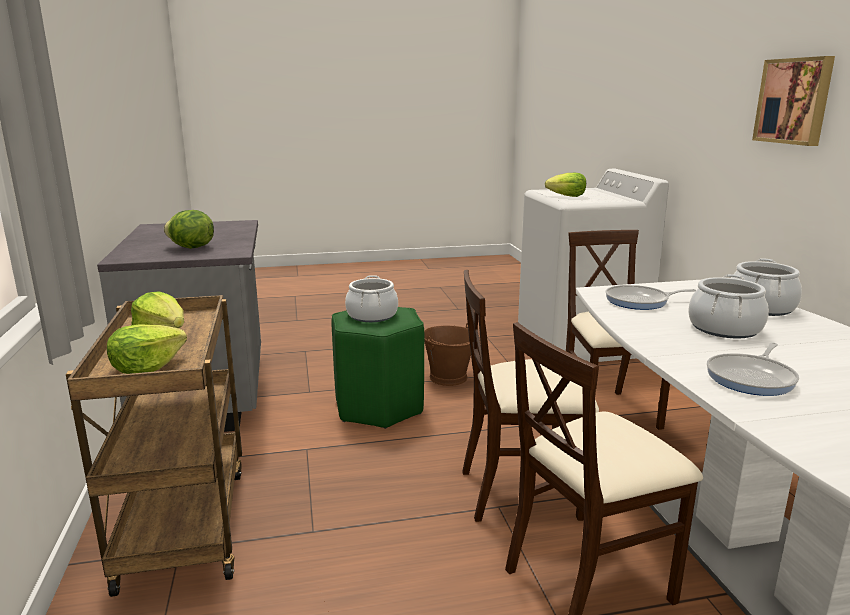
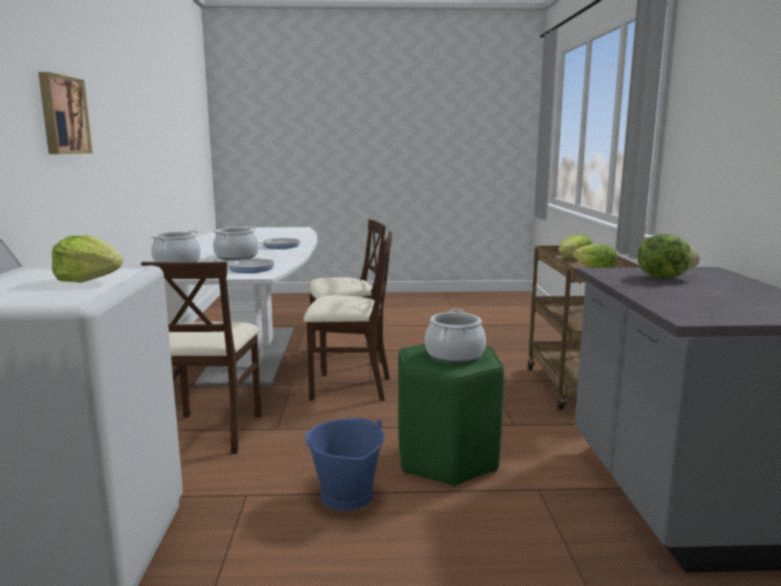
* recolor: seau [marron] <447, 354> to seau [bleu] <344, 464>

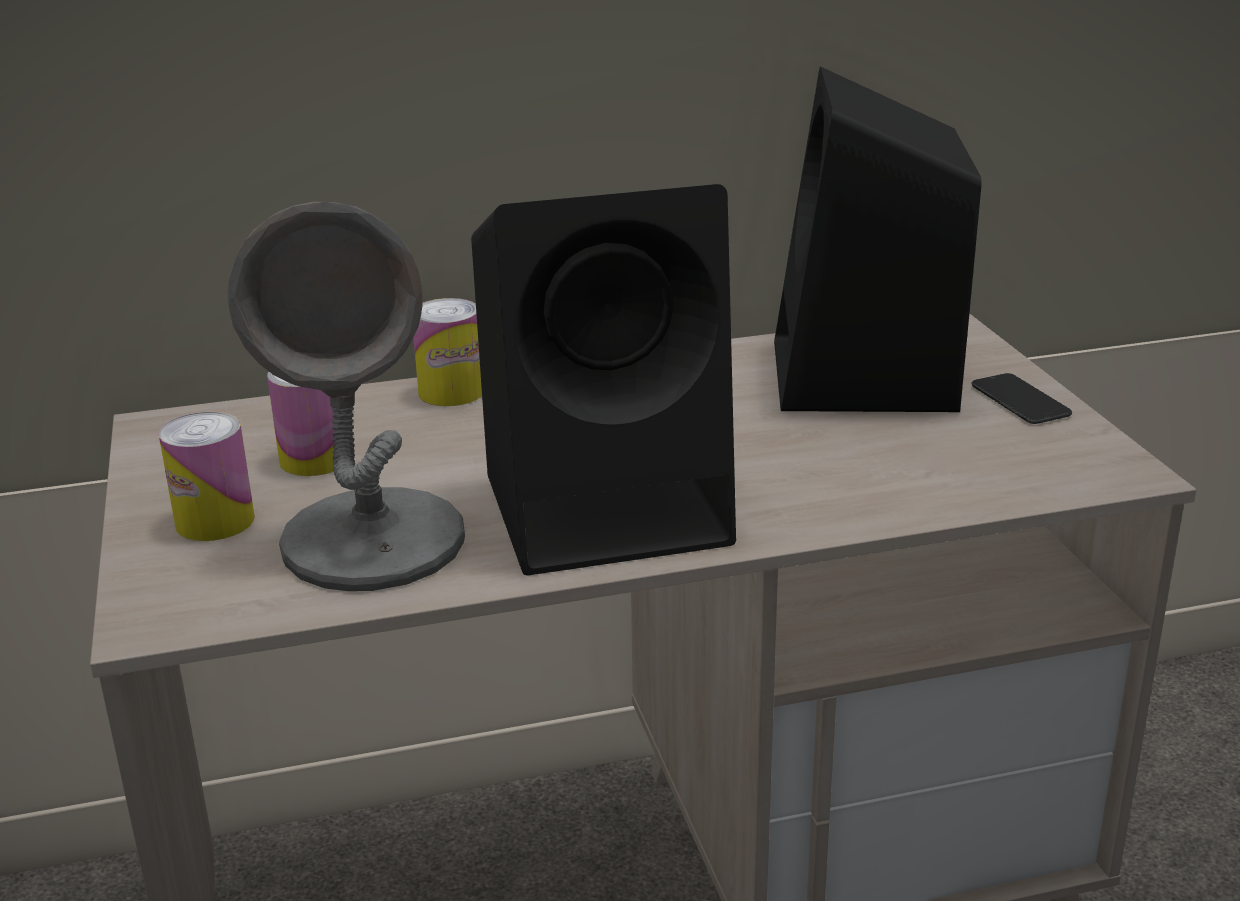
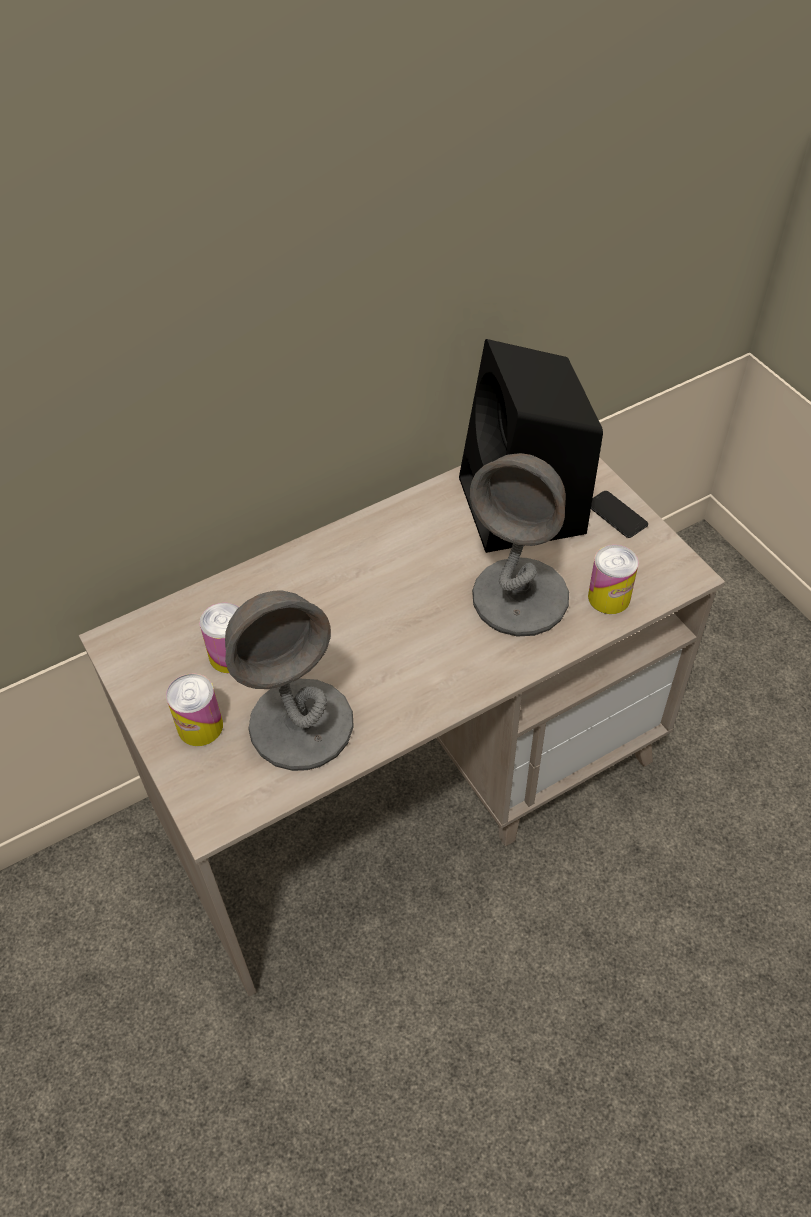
* insert: lampe de table [gris] <519, 545>
* move: boîte métallique <447, 352> to <613, 579>
* delete: enceinte [noir] <603, 380>

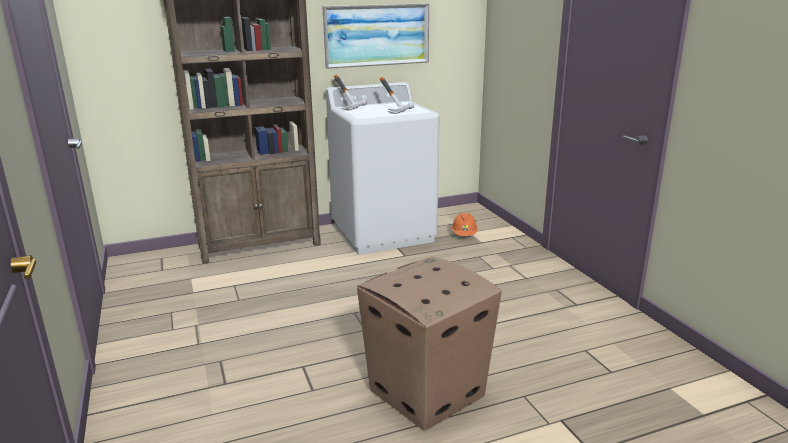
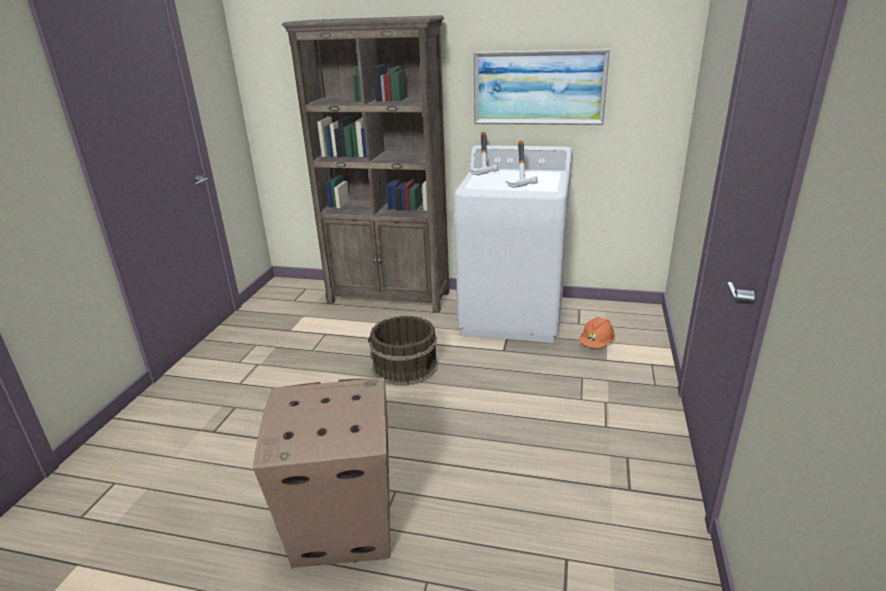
* insert: seau [marron] <403, 350>

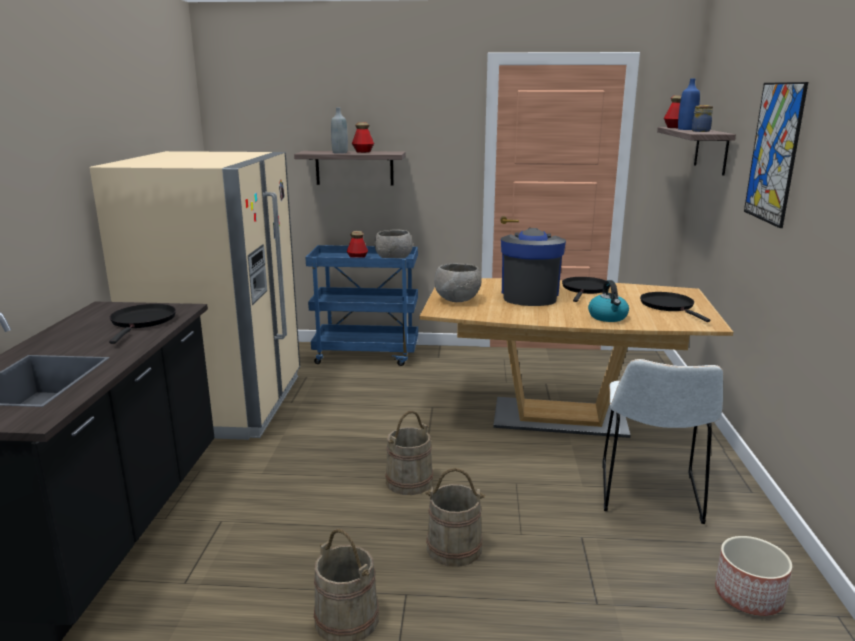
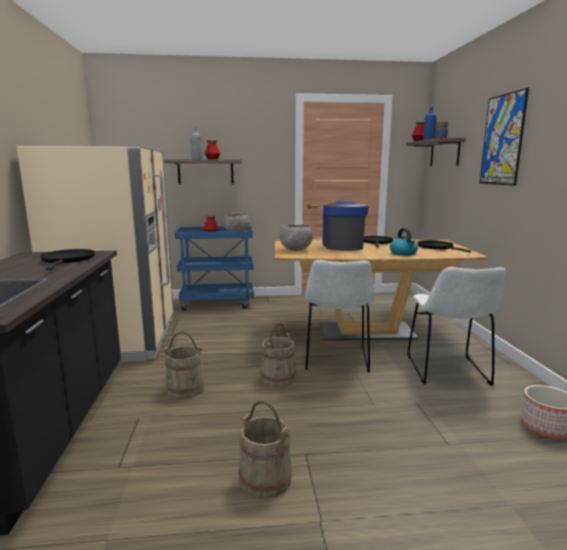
* move: seau [beige] <455, 517> to <183, 365>
* insert: chaise [blanc] <339, 316>

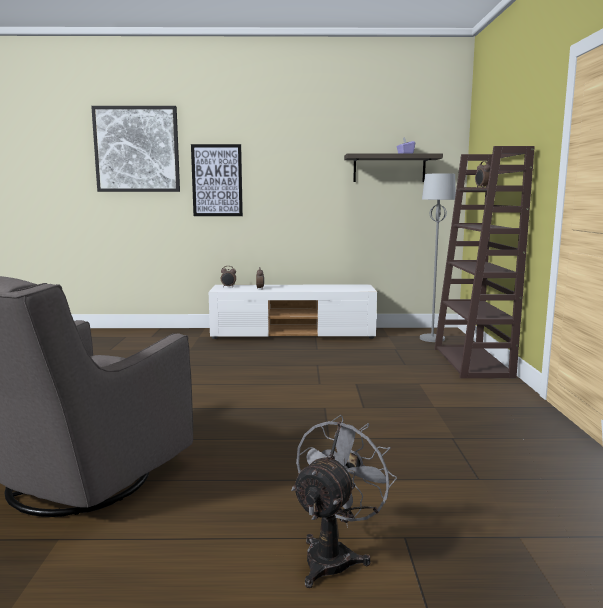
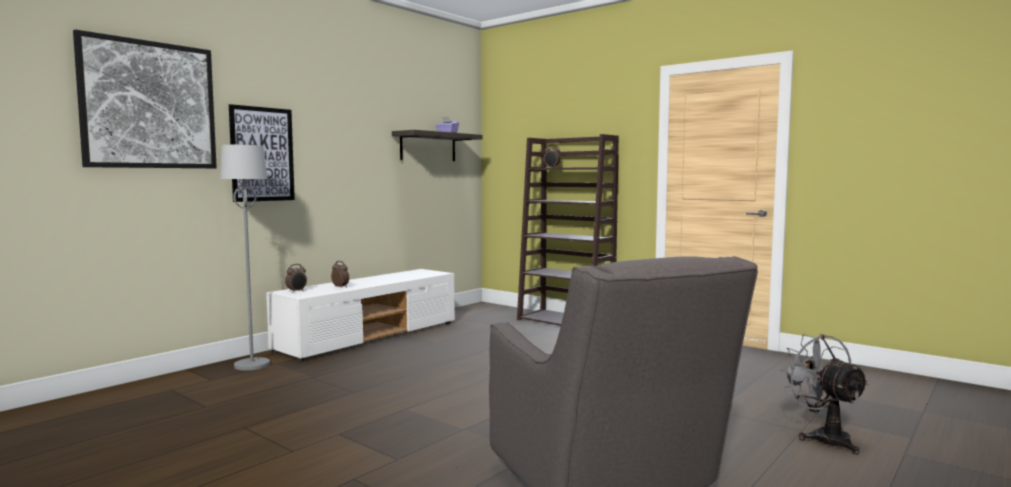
* move: lampadaire [gris] <438, 257> to <245, 258>

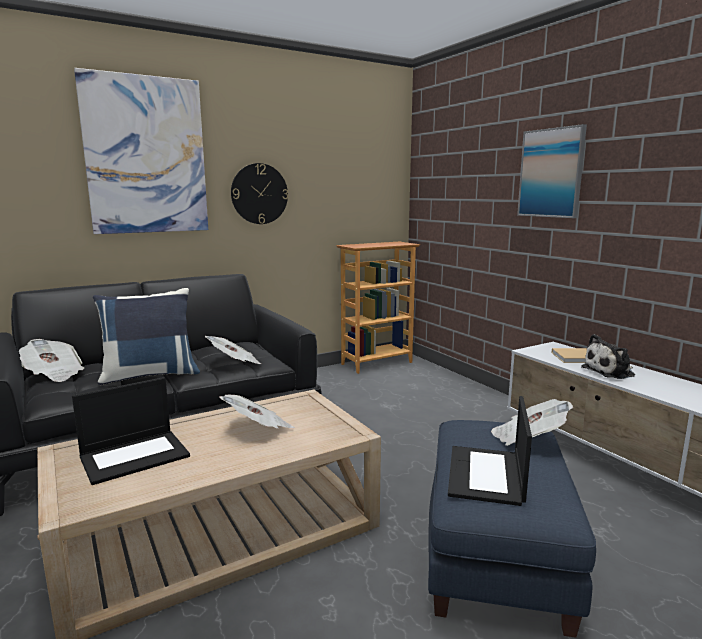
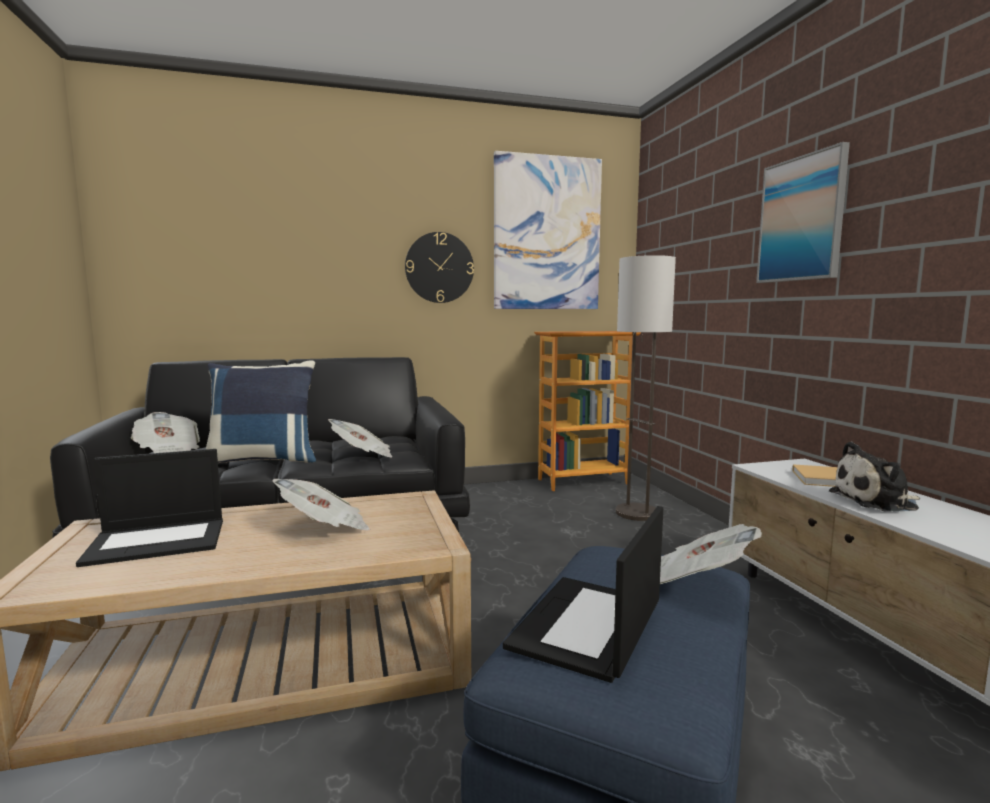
* move: tableau <141, 151> to <548, 230>
* insert: lampadaire <646, 388>

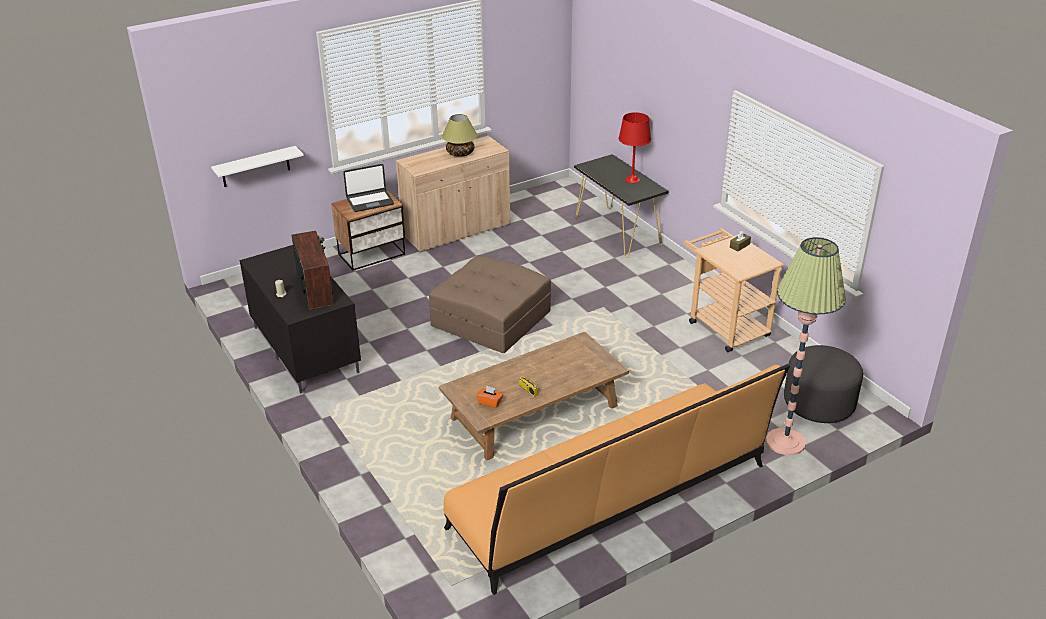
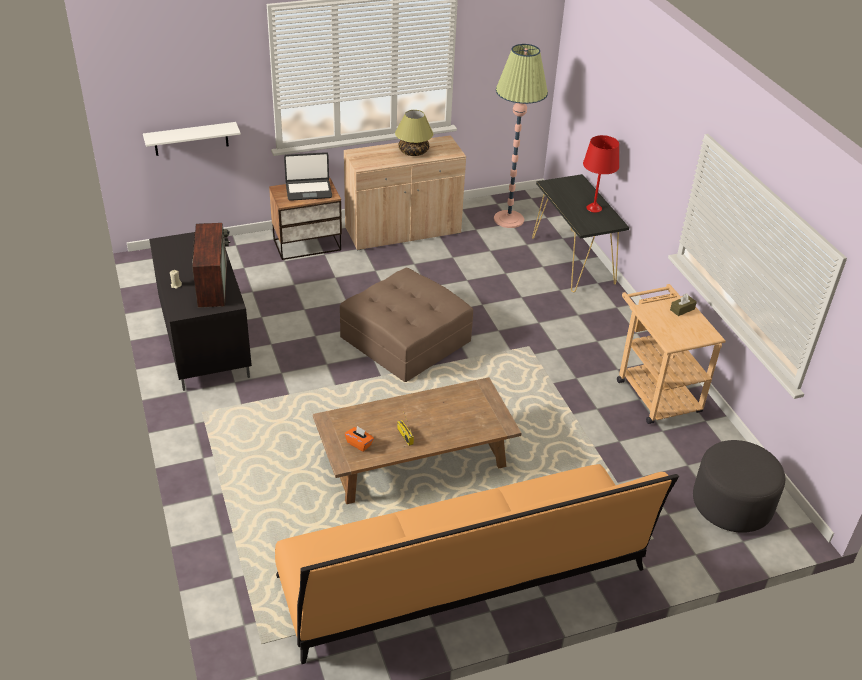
* move: lampadaire <806, 346> to <521, 136>

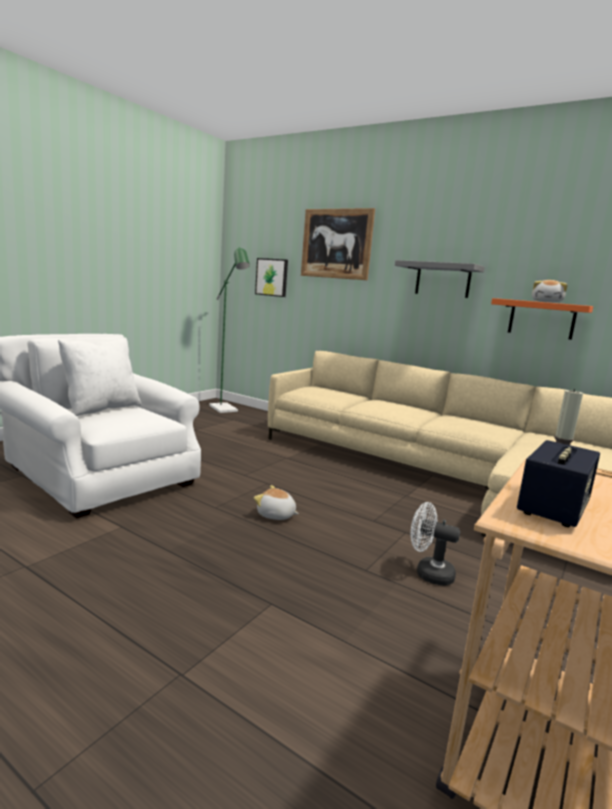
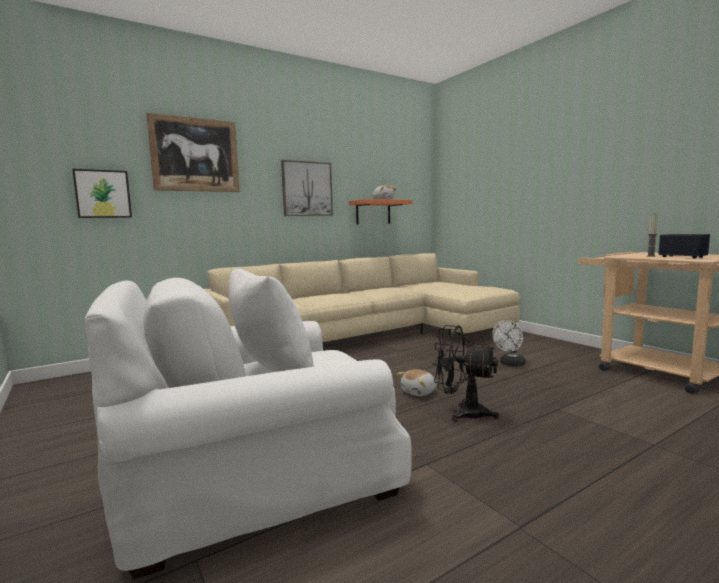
* replace: étagère [gris] <440, 279> to tableau <307, 188>
* insert: ventilateur [noir] <466, 373>
* delete: lampadaire [vert] <229, 330>

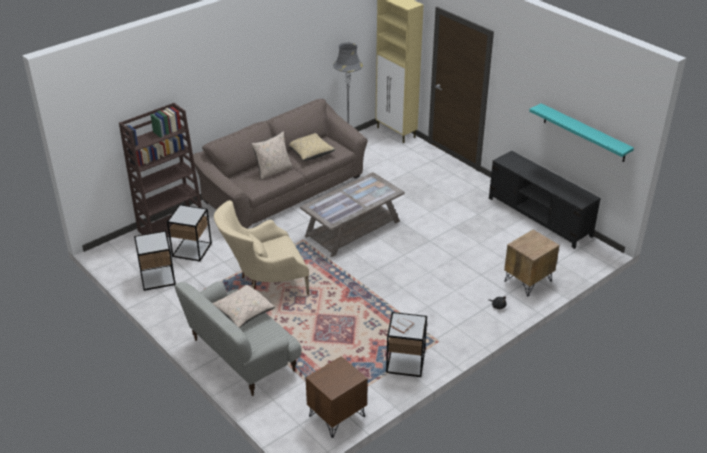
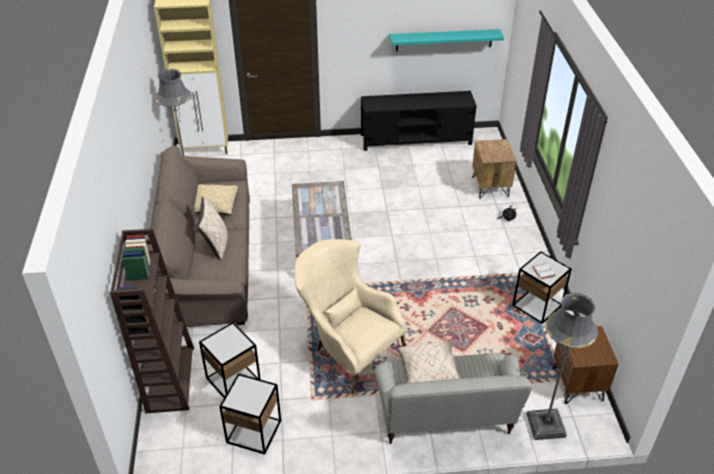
* rotate: fauteuil [beige] <261, 247> = <350, 316> 120 degrees clockwise
* insert: lampadaire [gris] <562, 366>

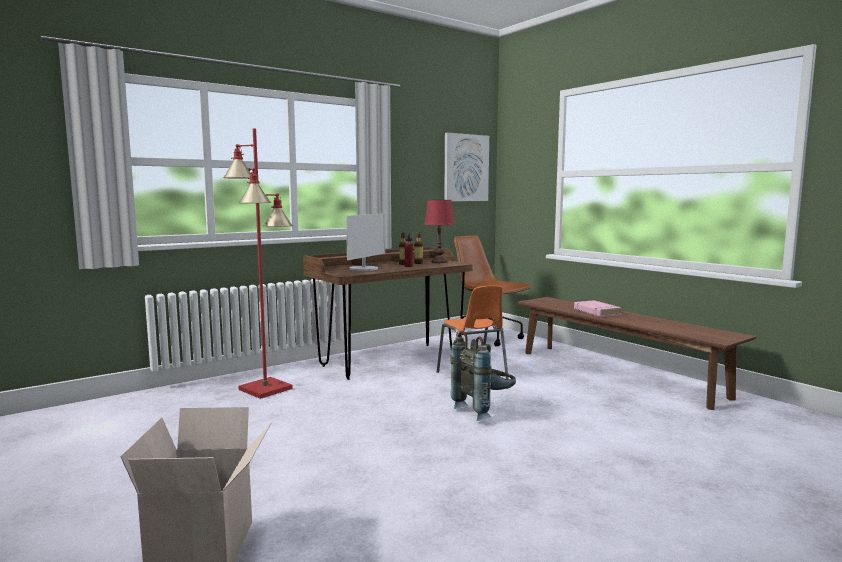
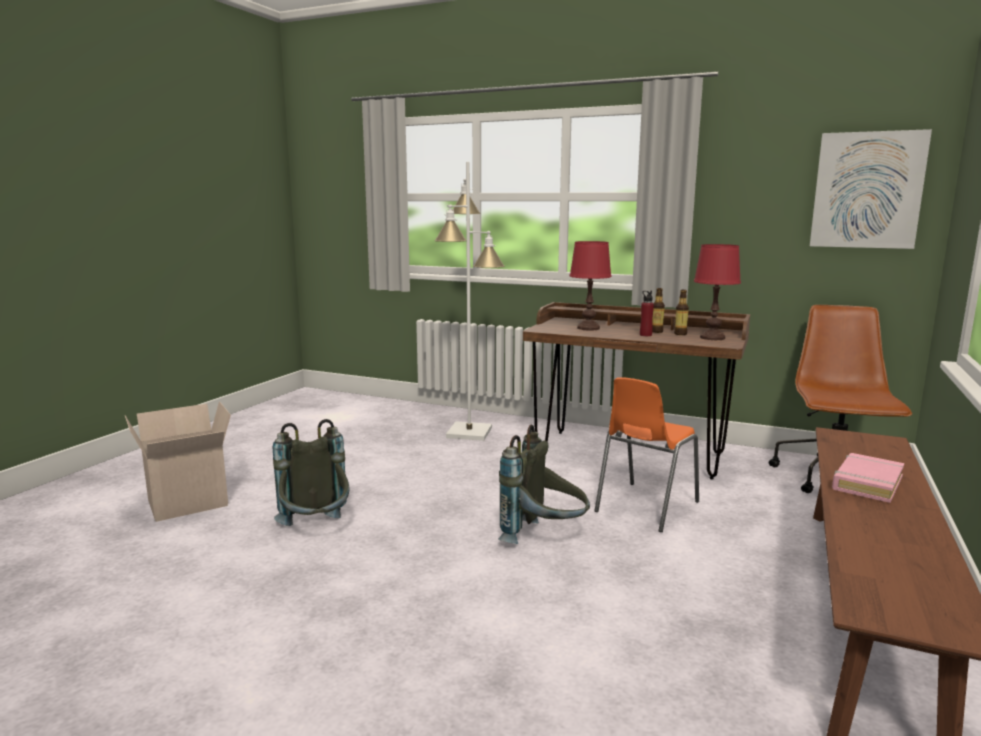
* insert: sac à dos [gris] <311, 472>
* recolor: lampadaire [rouge] <258, 263> to lampadaire [blanc] <469, 301>
* replace: écran d'ordinateur <365, 242> to lampe de table [rouge] <591, 286>

